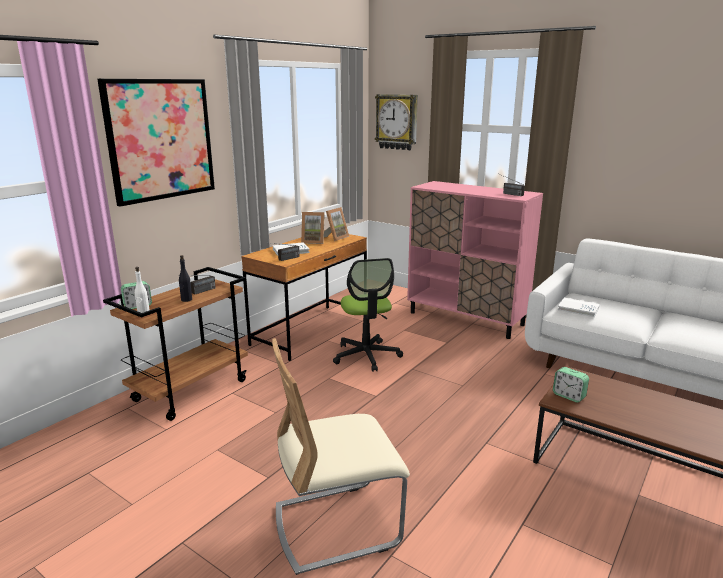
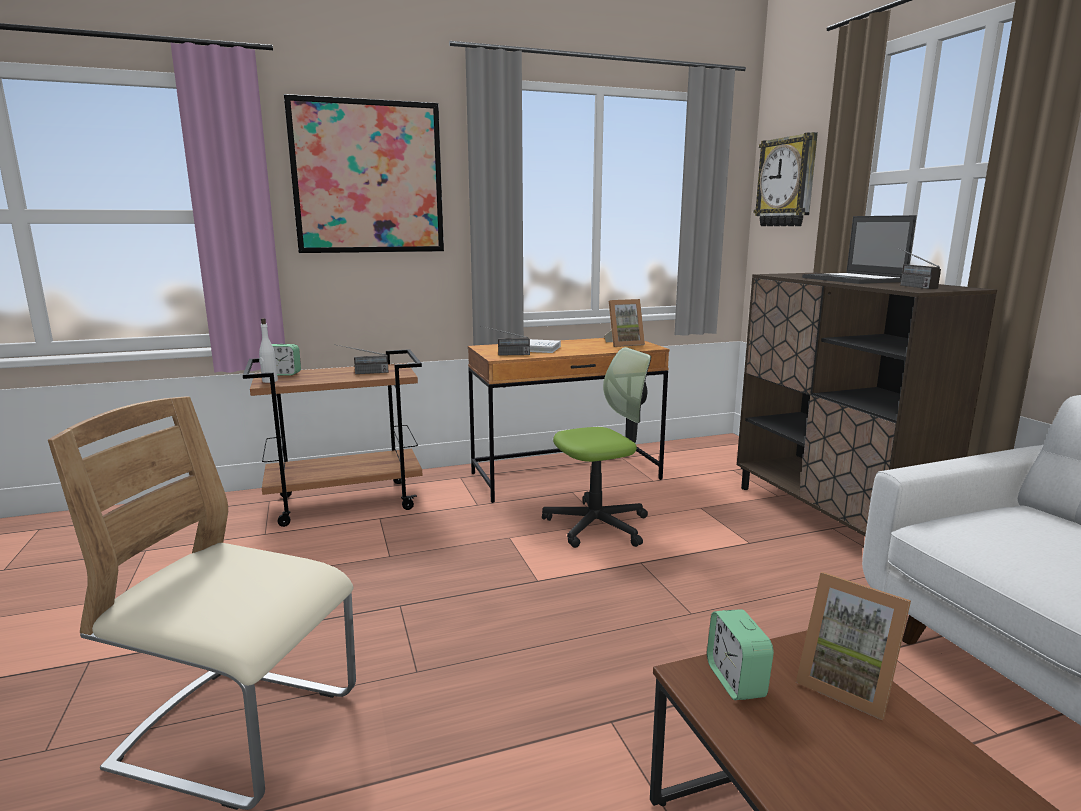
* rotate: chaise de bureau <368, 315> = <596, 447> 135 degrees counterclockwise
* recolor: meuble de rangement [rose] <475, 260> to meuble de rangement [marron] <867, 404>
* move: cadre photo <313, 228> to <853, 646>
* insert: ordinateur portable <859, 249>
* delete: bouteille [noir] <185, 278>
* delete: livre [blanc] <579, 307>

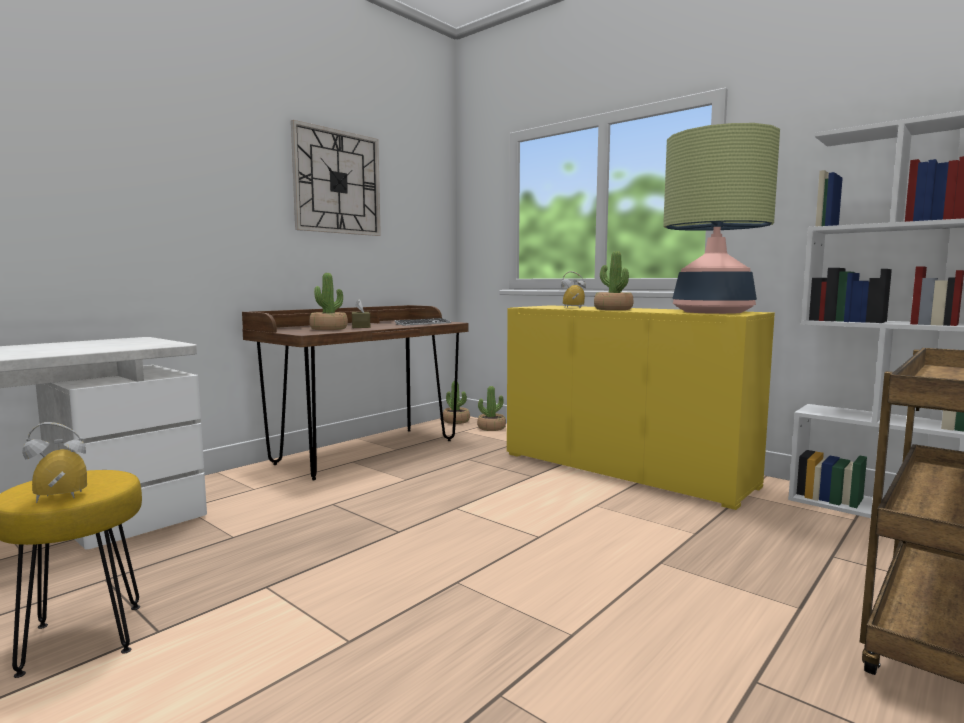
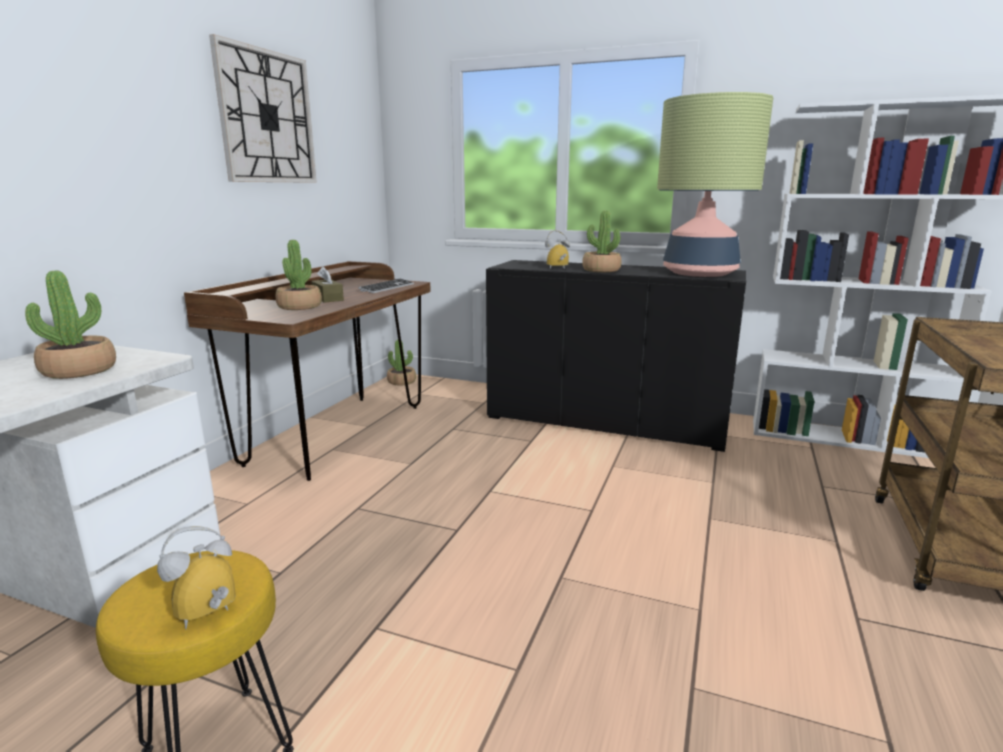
* move: plante en pot <491, 408> to <70, 325>
* recolor: meuble de rangement [jaune] <641, 407> to meuble de rangement [noir] <616, 356>

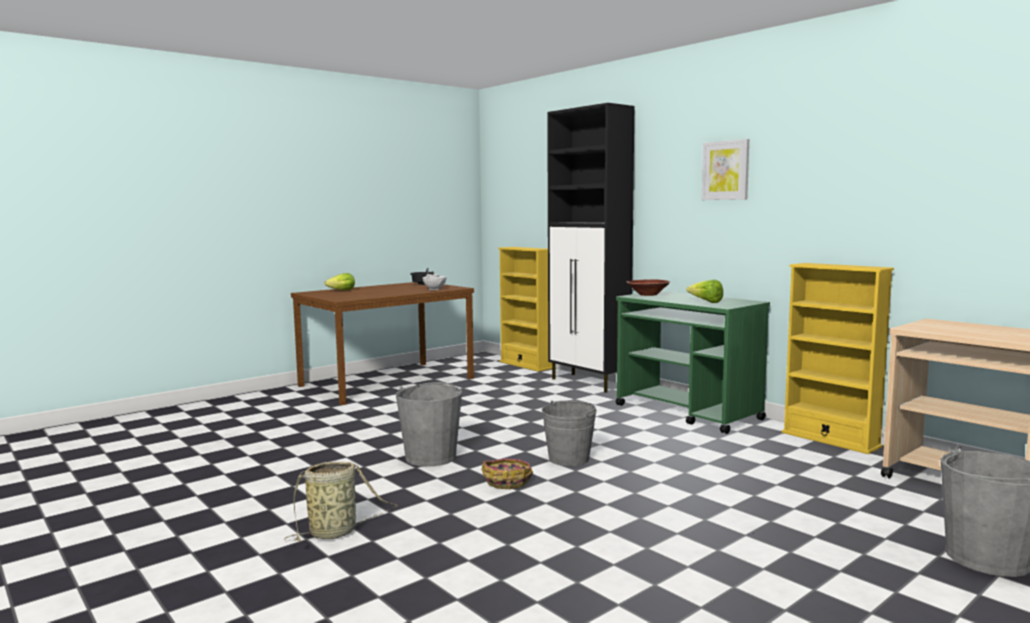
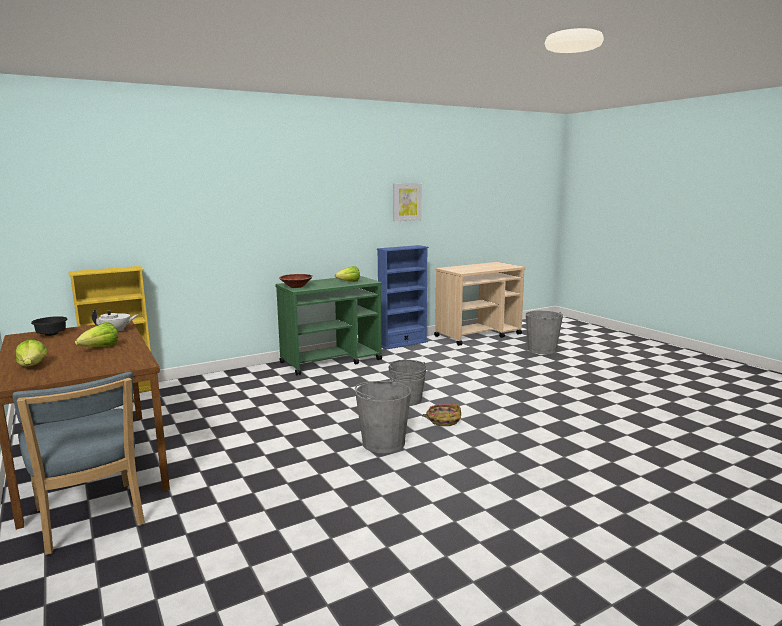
* insert: chaise [bleu] <79, 463>
* insert: laitue <96, 334>
* recolor: bibliothèque [jaune] <838, 358> to bibliothèque [bleu] <403, 297>
* move: tableau <725, 169> to <407, 202>
* delete: panier <341, 501>
* delete: meuble de rangement [noir] <590, 248>

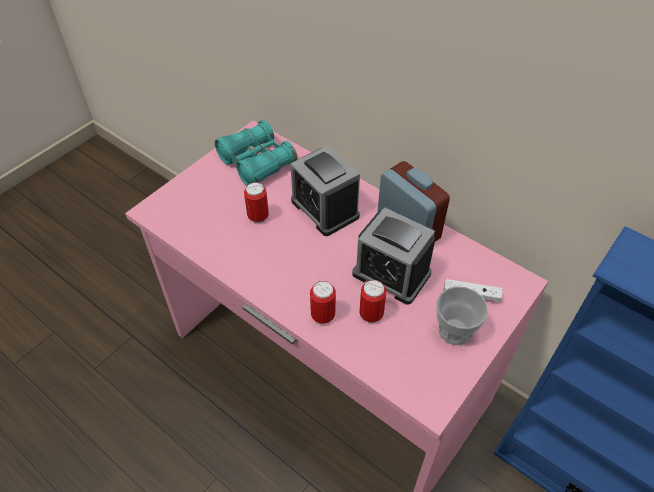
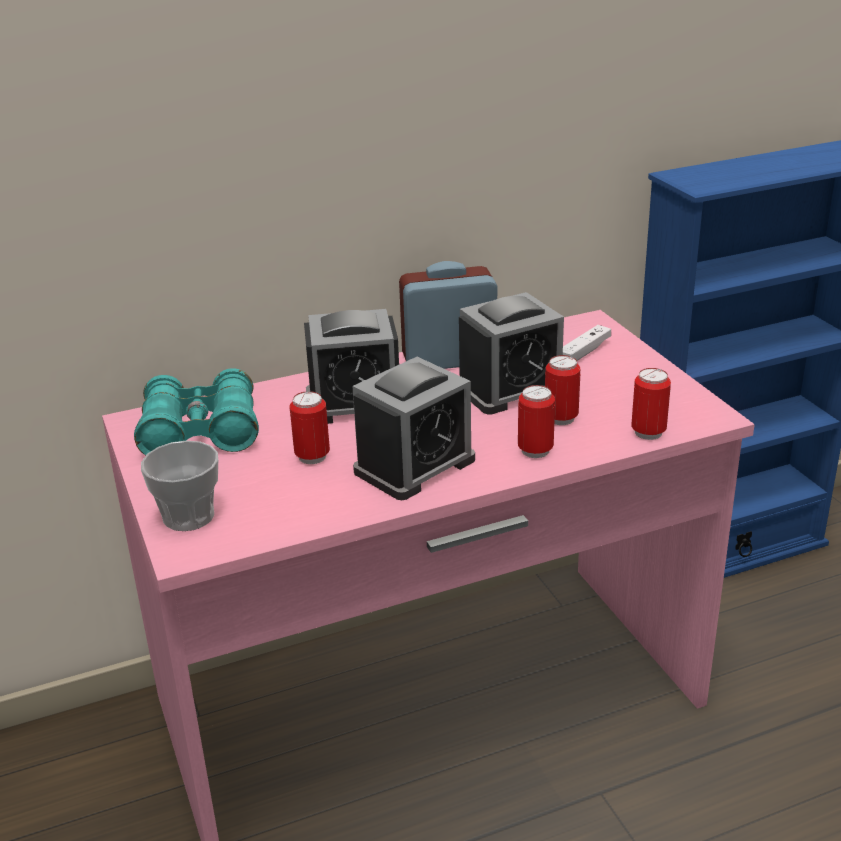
* move: tasse <462, 315> to <179, 486>
* insert: réveil <413, 428>
* insert: boîte métallique <651, 404>

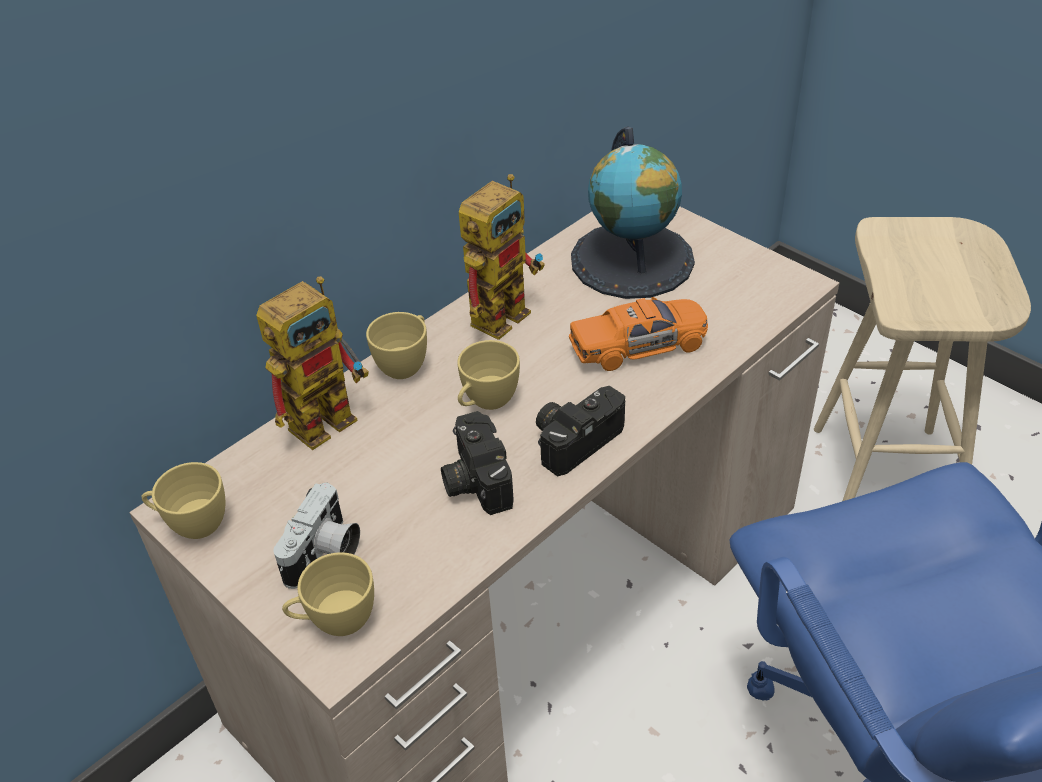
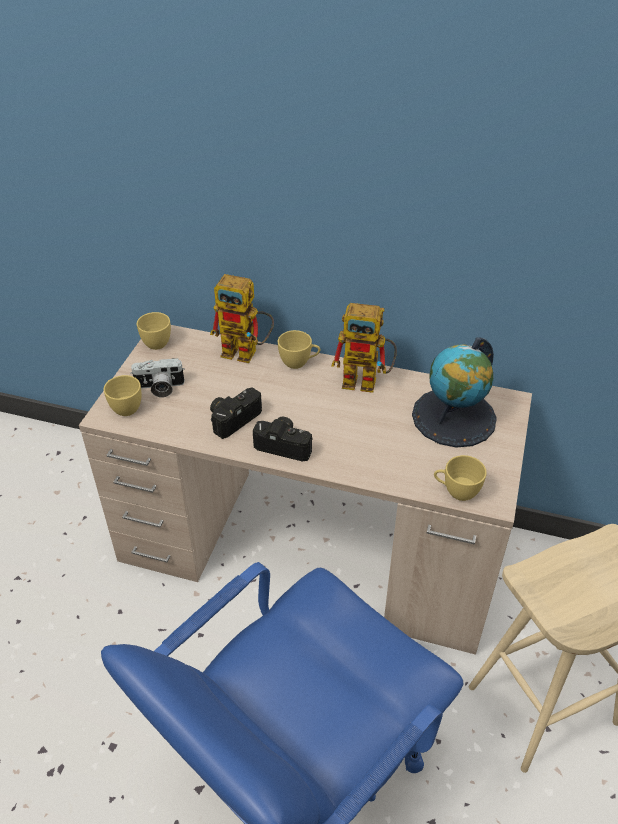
* move: tasse [jaune] <488, 375> to <460, 478>
* delete: petite voiture [orange] <638, 334>

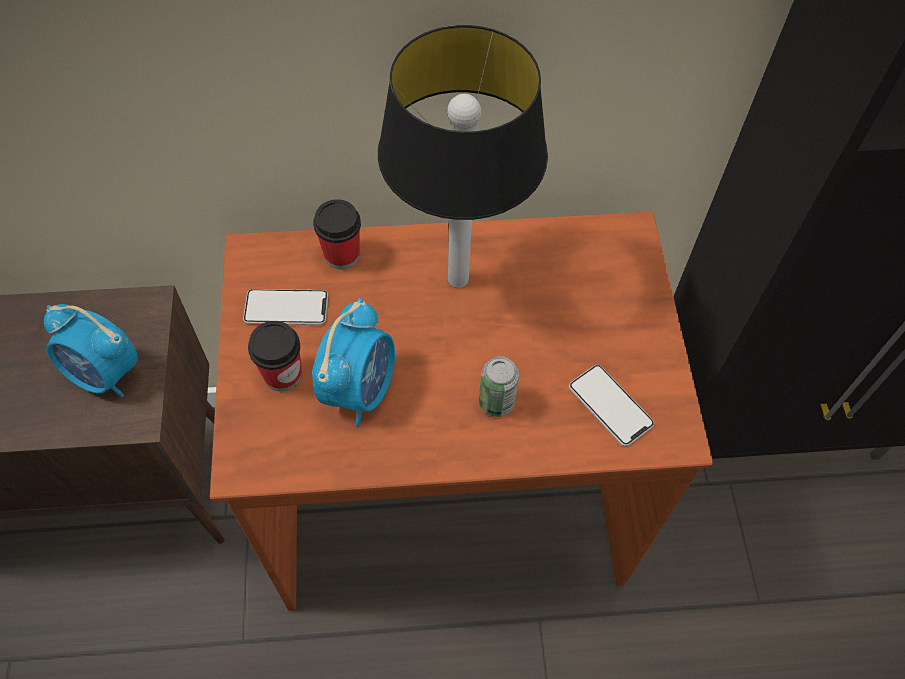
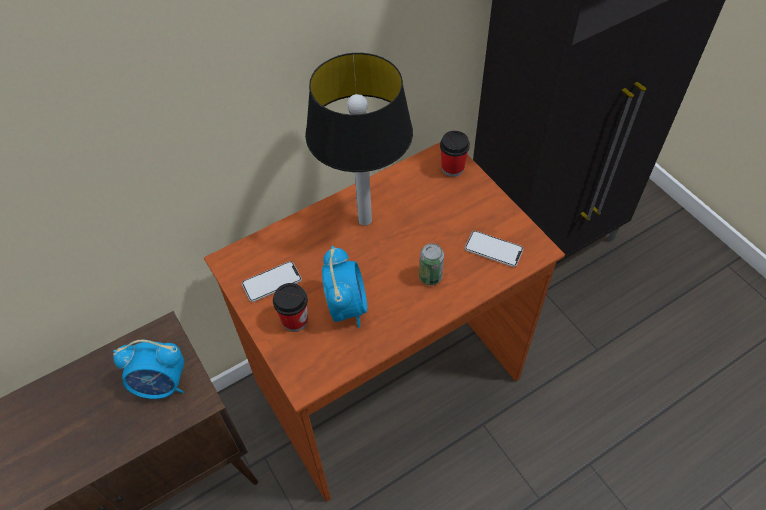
* move: tasse <337, 234> to <455, 154>

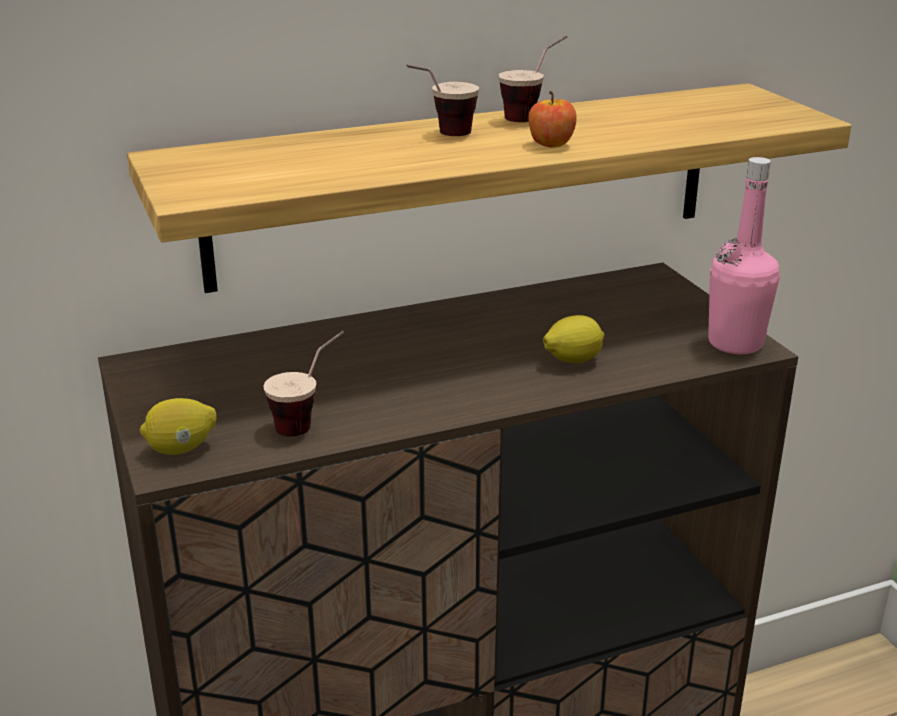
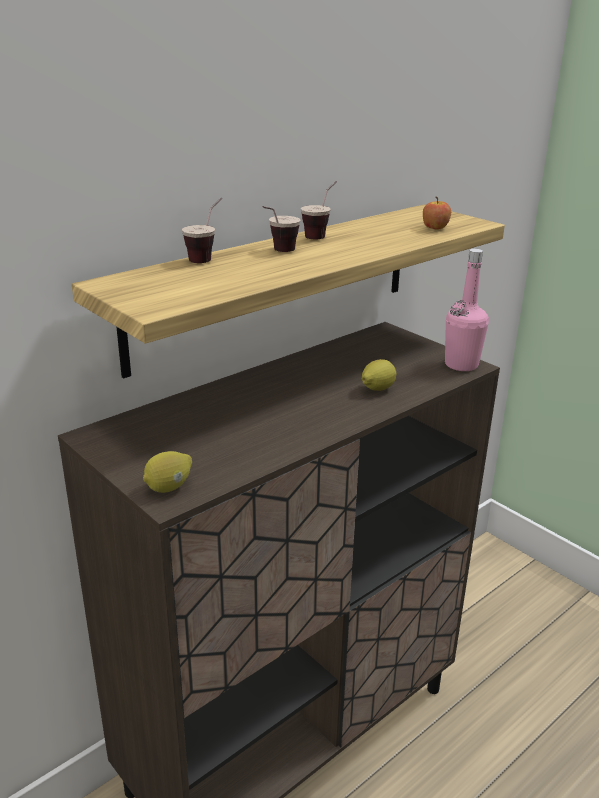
* move: tasse <303, 384> to <202, 230>
* move: pomme <552, 119> to <437, 213>

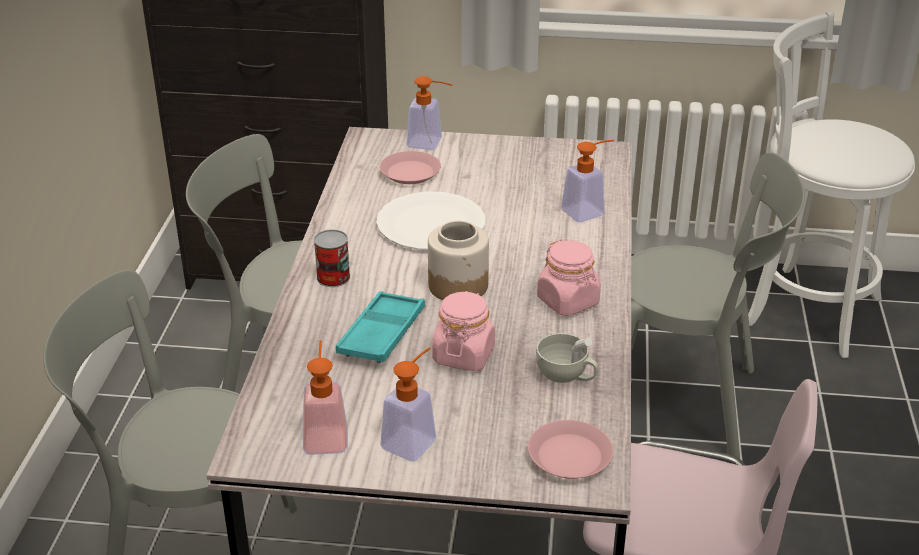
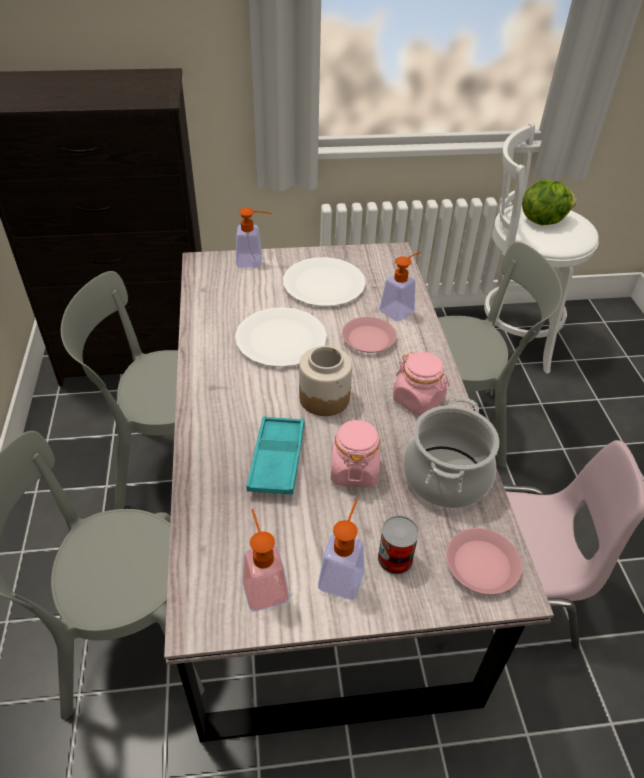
* insert: assiette [blanc] <324, 282>
* move: assiette [rose] <410, 167> to <369, 335>
* move: boîte métallique <332, 258> to <398, 545>
* replace: tasse [blanc] <567, 358> to marmite <451, 452>
* insert: laitue <549, 202>

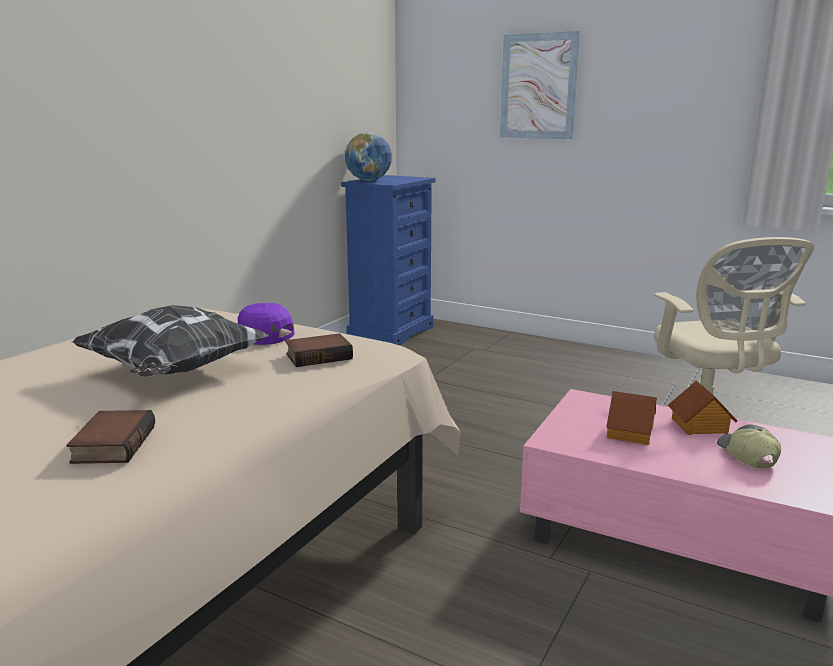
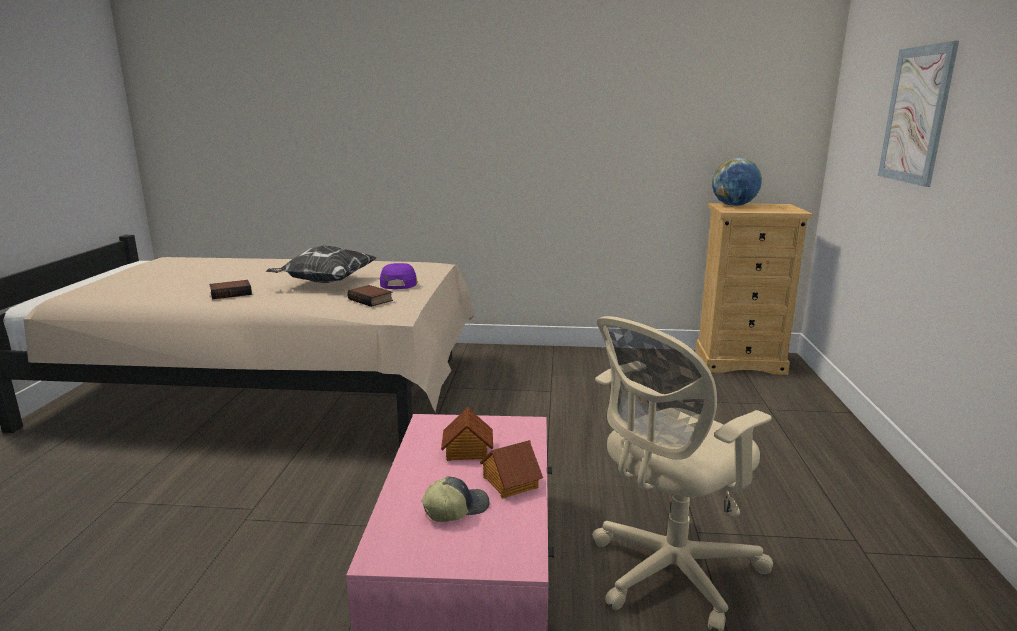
* recolor: commode [bleu] <388, 260> to commode [beige] <754, 289>

